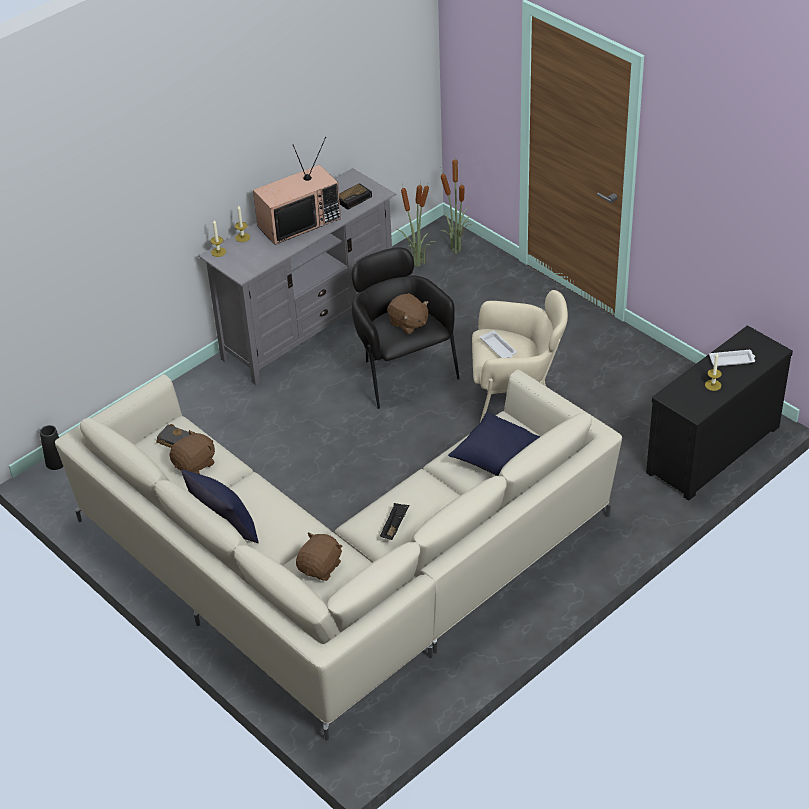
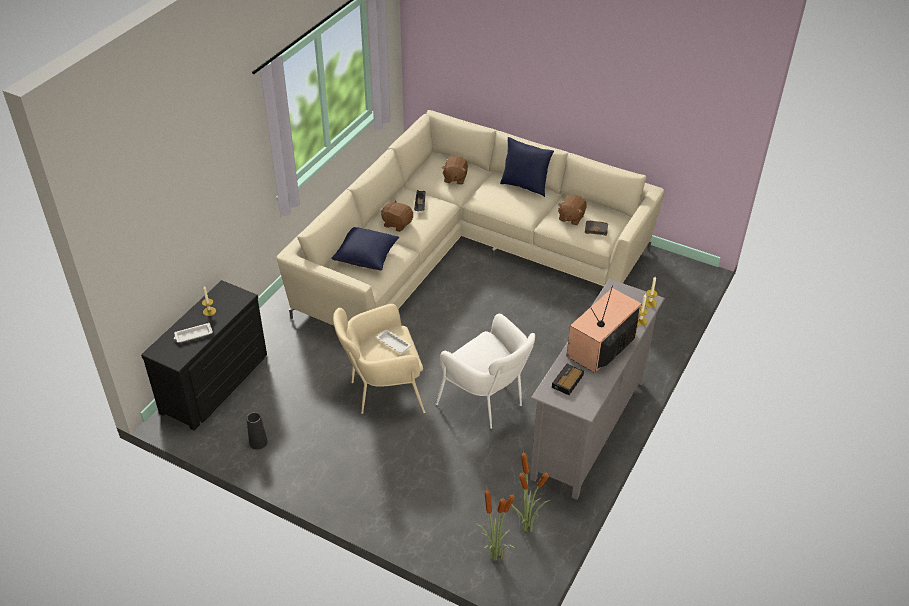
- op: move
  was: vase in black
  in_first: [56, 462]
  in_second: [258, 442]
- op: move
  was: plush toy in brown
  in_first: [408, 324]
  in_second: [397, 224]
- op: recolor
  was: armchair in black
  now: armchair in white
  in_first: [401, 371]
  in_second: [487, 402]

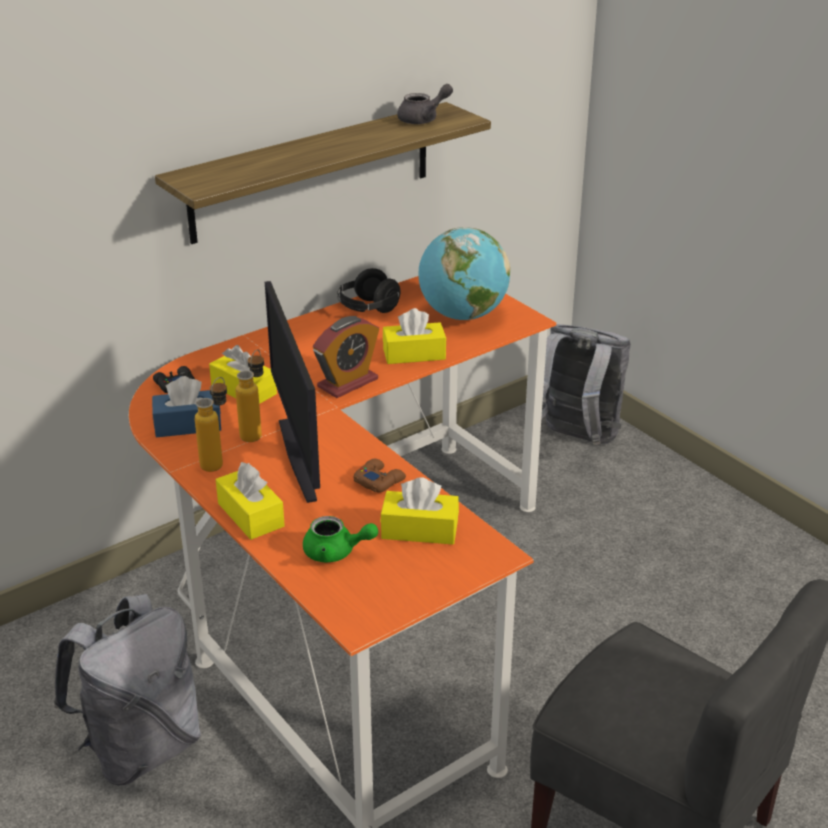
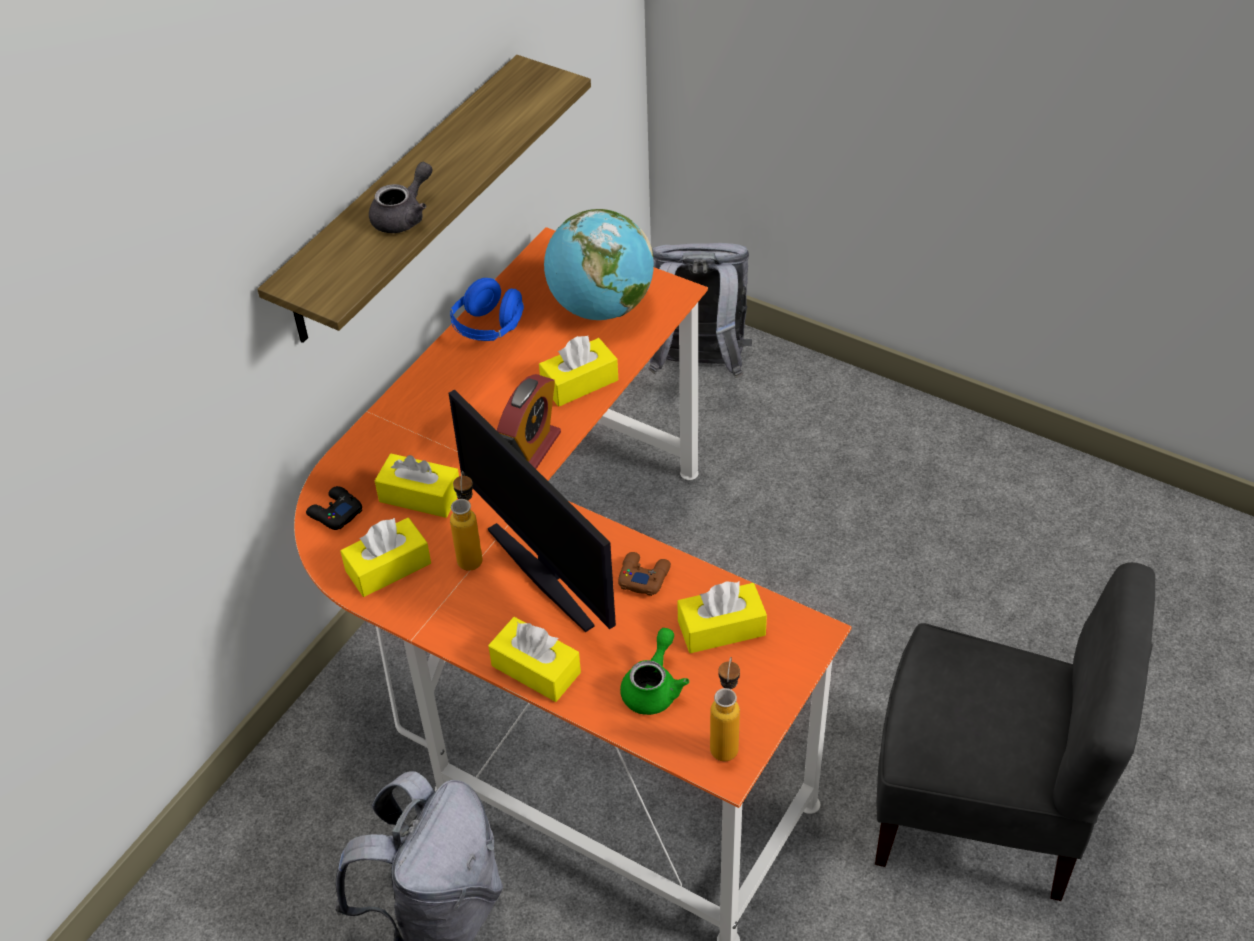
- op: move
  was: bottle
  in_first: [217, 461]
  in_second: [725, 740]
- op: move
  was: teapot in grey
  in_first: [423, 119]
  in_second: [404, 216]
- op: recolor
  was: tissue box in blue
  now: tissue box in yellow
  in_first: [188, 425]
  in_second: [388, 567]
- op: recolor
  was: headphones in black
  now: headphones in blue
  in_first: [368, 309]
  in_second: [488, 328]
- op: rotate
  was: teapot in green
  in_first: [336, 552]
  in_second: [654, 687]
  clockwise: -60

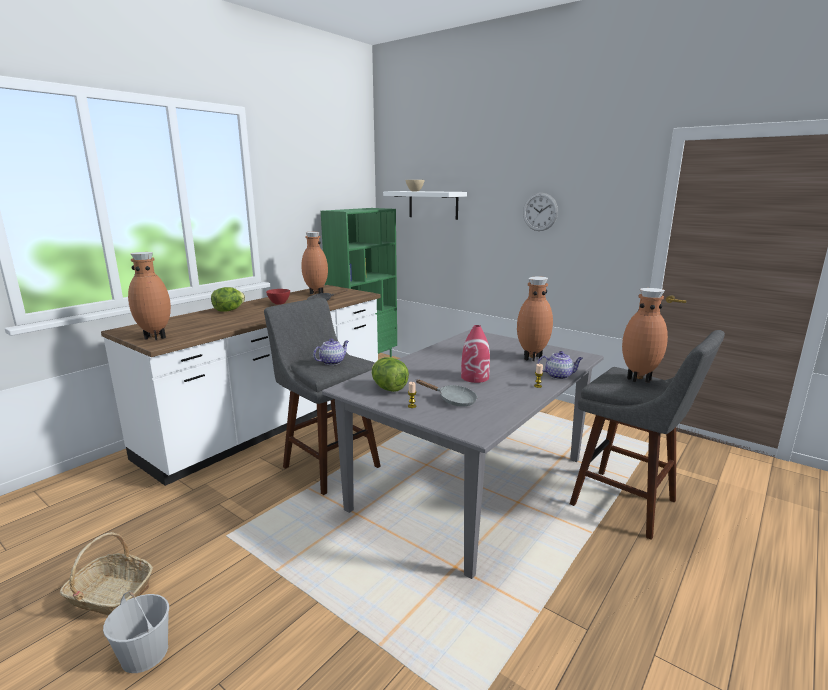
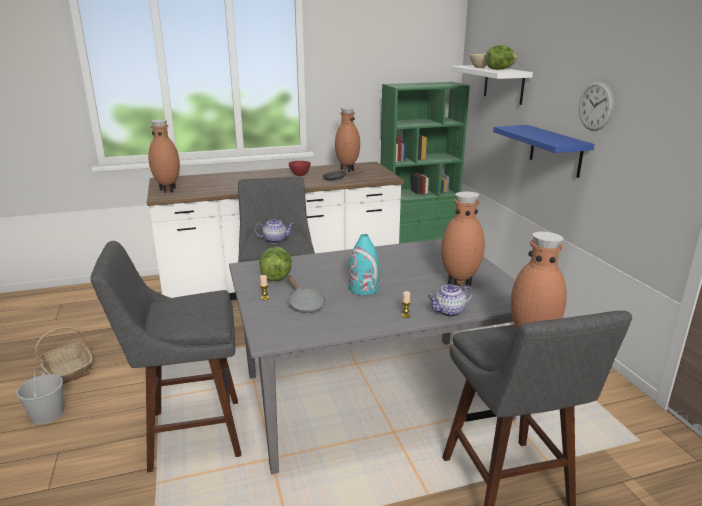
- op: insert
  now: stool in grey
  in_second: [189, 434]
- op: insert
  now: shelf in blue
  in_second: [555, 151]
- op: move
  was: lettuce
  in_first: [229, 310]
  in_second: [499, 69]
- op: recolor
  was: vase in red
  now: vase in turquoise
  in_first: [475, 377]
  in_second: [364, 288]
- op: rotate
  was: teapot
  in_first: [559, 376]
  in_second: [448, 312]
  clockwise: 120

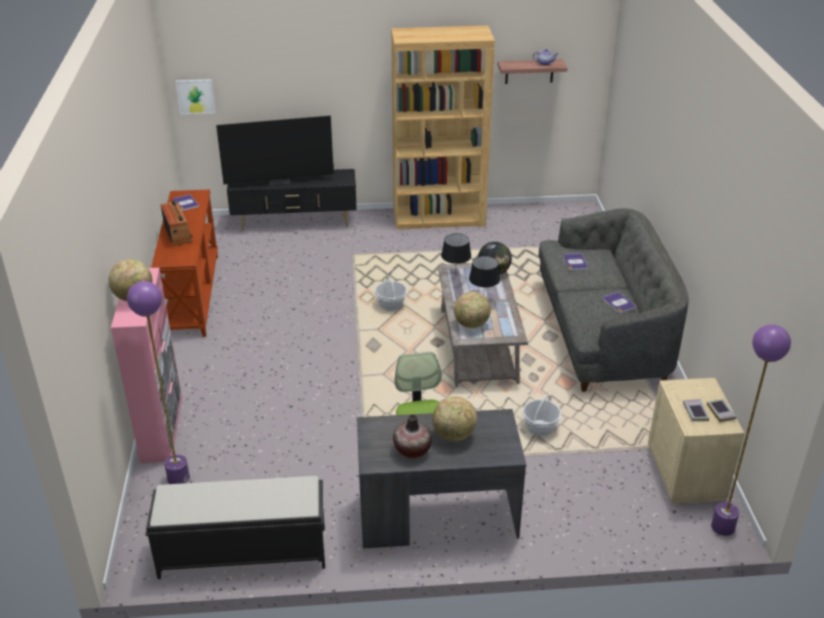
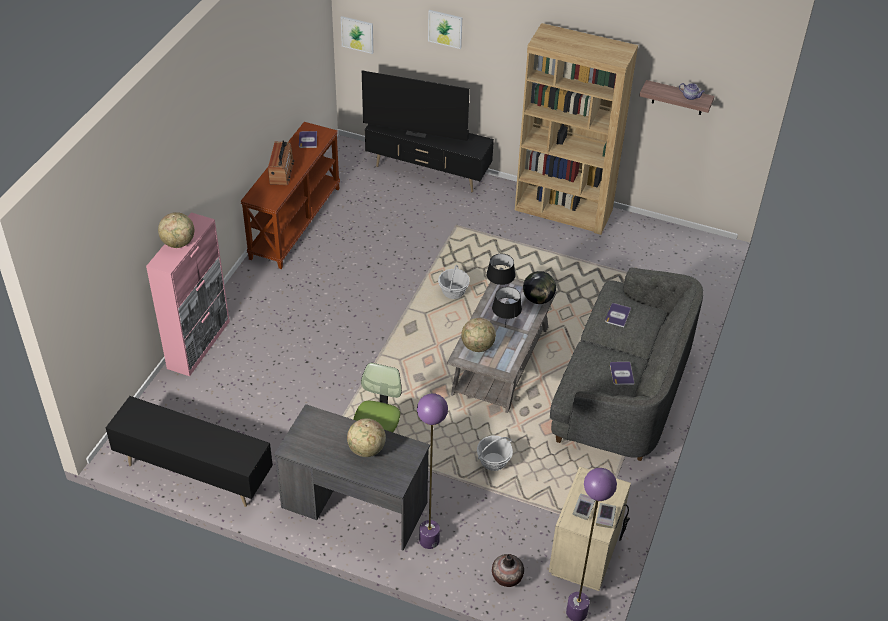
- op: insert
  now: picture
  in_second: [445, 28]
- op: move
  was: floor lamp in purple
  in_first: [178, 479]
  in_second: [429, 540]
- op: move
  was: vase
  in_first: [412, 450]
  in_second: [507, 577]
- op: replace
  was: bench in black
  now: tv stand in black
  in_first: [242, 552]
  in_second: [194, 473]

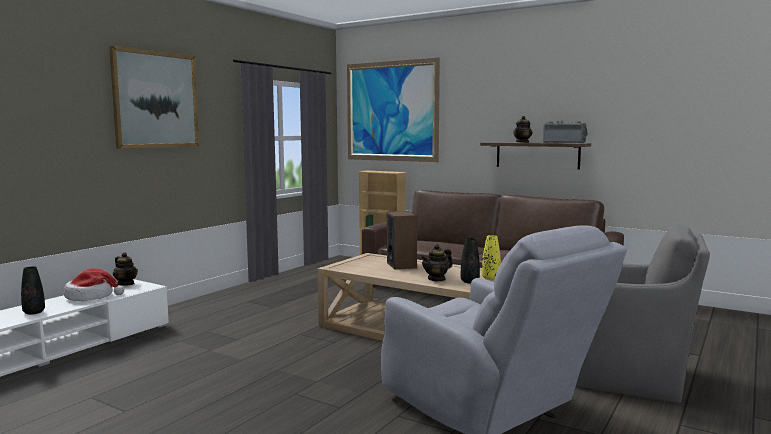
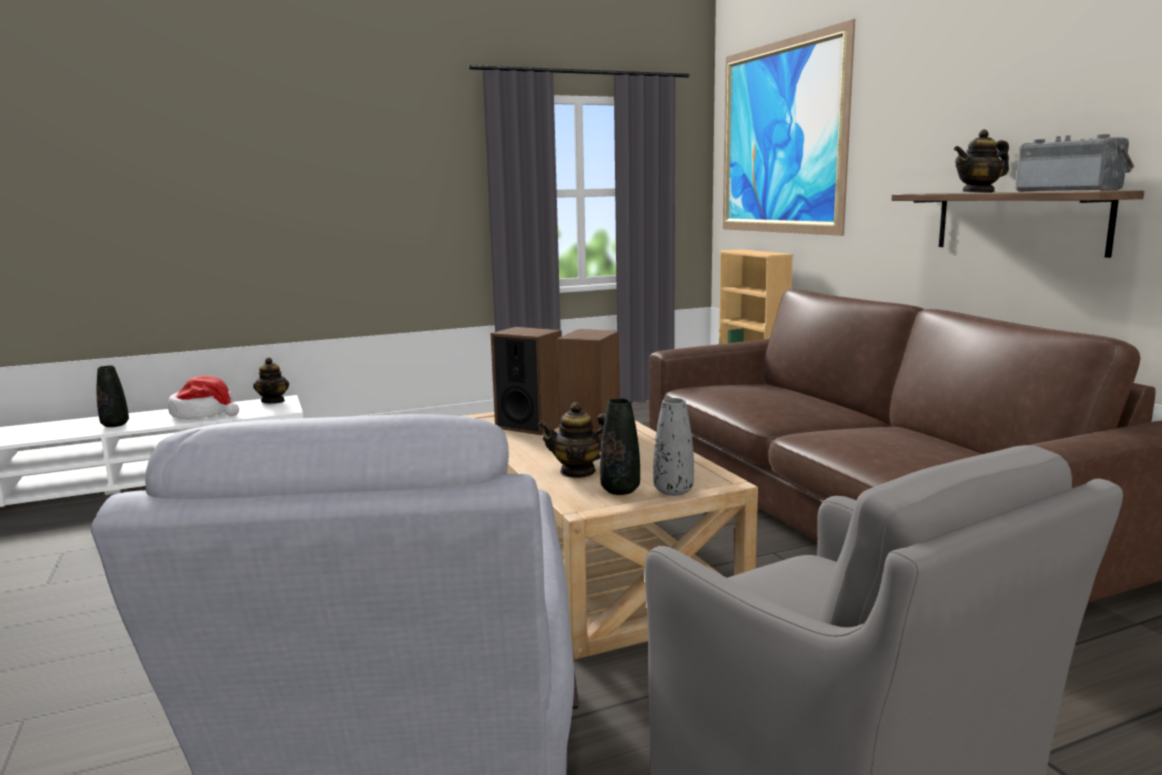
- op: delete
  was: picture
  in_first: [156, 100]
- op: insert
  now: speaker
  in_second: [530, 426]
- op: recolor
  was: vase in yellow
  now: vase in grey
  in_first: [491, 278]
  in_second: [673, 491]

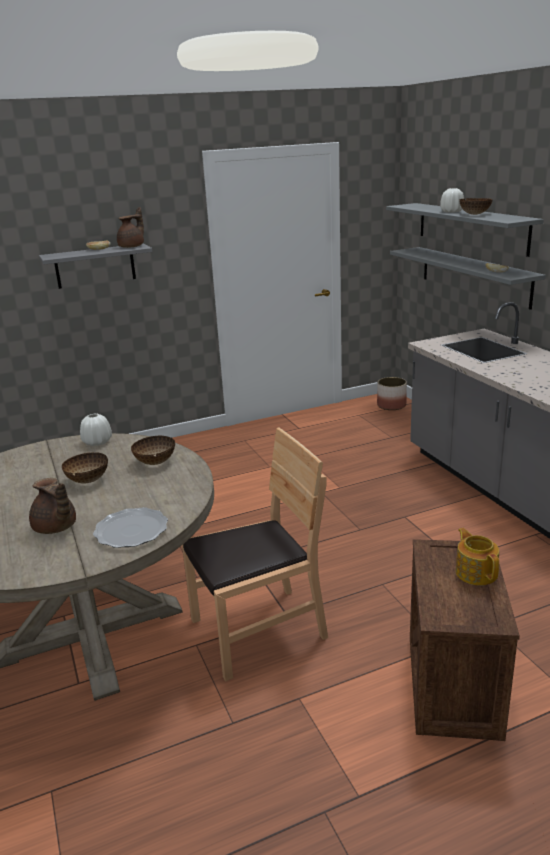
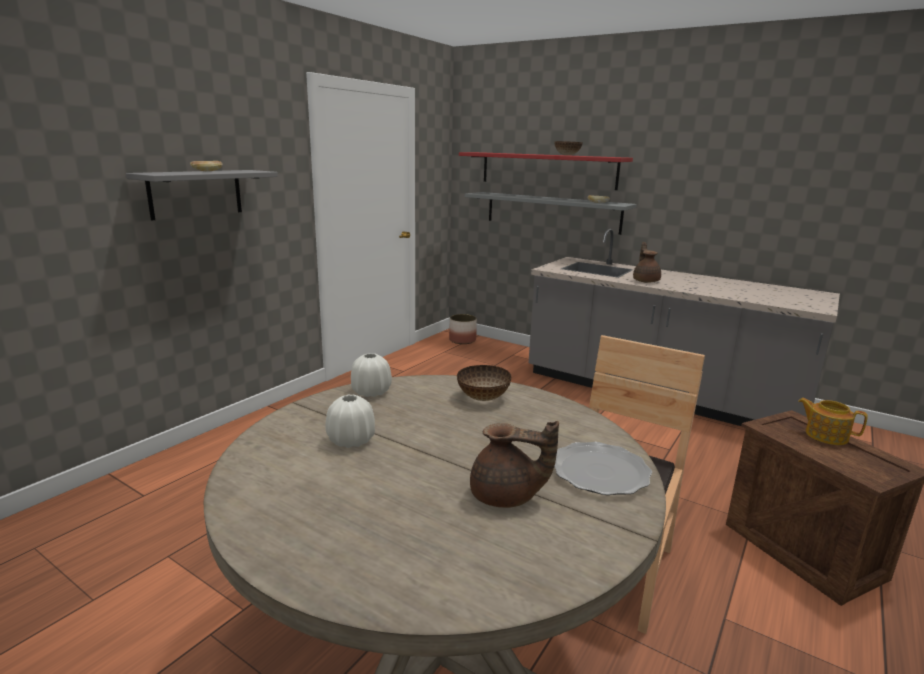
- op: delete
  was: bowl
  in_first: [87, 480]
- op: move
  was: teapot in brown
  in_first: [132, 246]
  in_second: [645, 281]
- op: move
  was: vase in white
  in_first: [451, 212]
  in_second: [351, 440]
- op: recolor
  was: shelf in grey
  now: shelf in red
  in_first: [470, 227]
  in_second: [547, 170]

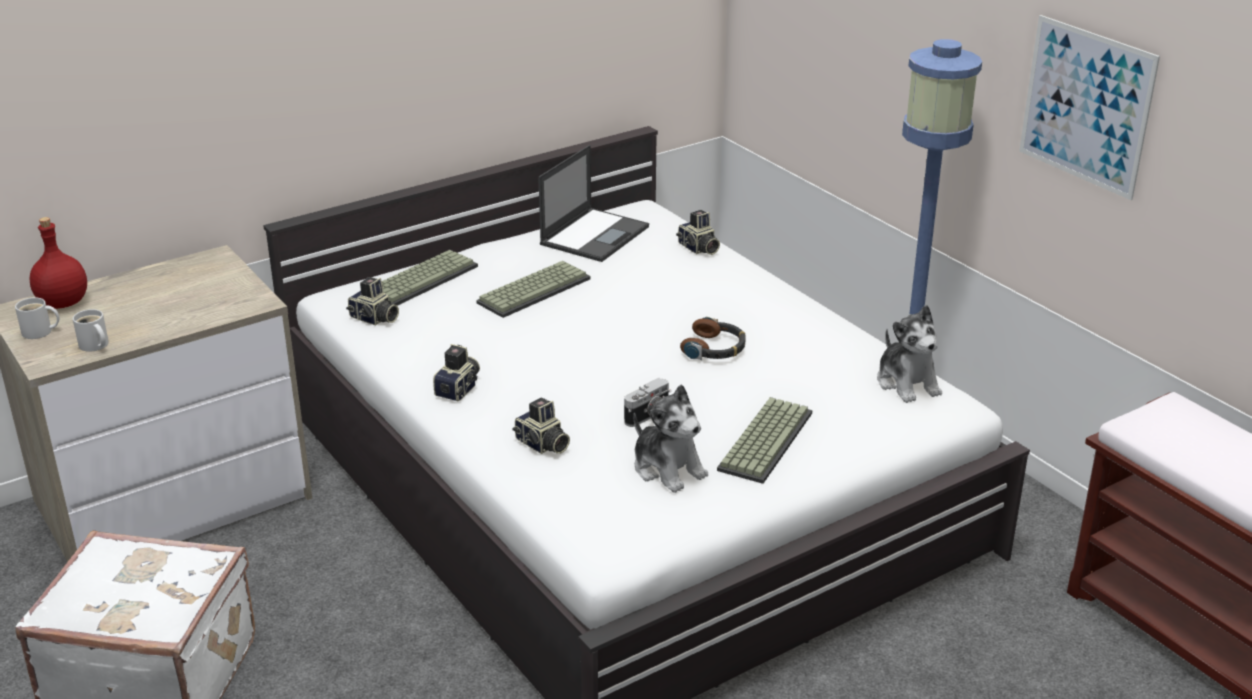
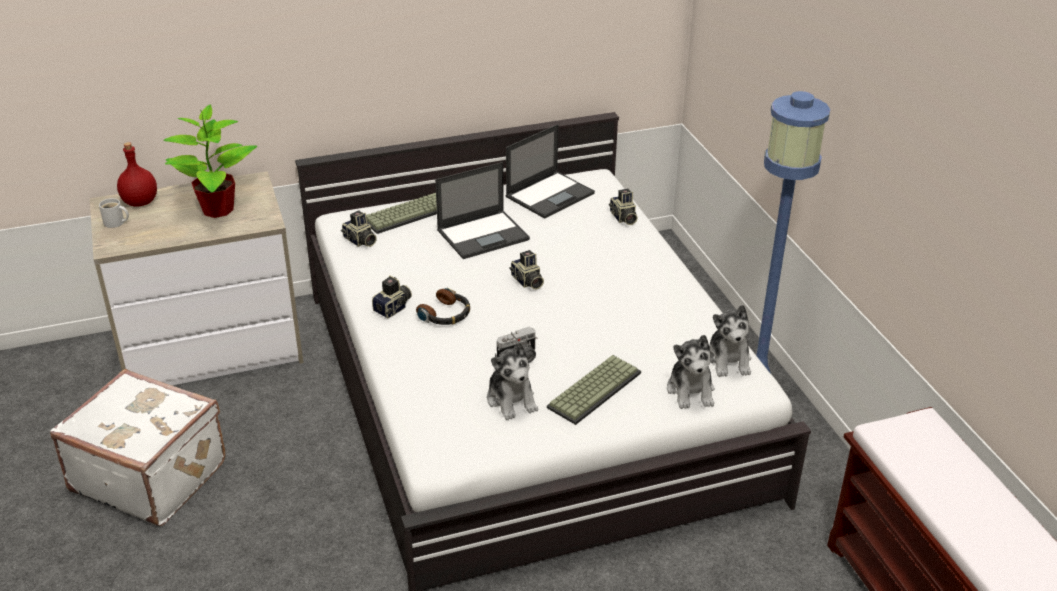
- op: delete
  was: mug in white
  in_first: [94, 346]
- op: delete
  was: picture
  in_first: [1086, 106]
- op: insert
  now: potted plant
  in_second: [217, 210]
- op: insert
  now: plush toy
  in_second: [691, 390]
- op: move
  was: photo camera
  in_first: [542, 445]
  in_second: [527, 282]
- op: move
  was: headphones
  in_first: [715, 348]
  in_second: [446, 314]
- op: replace
  was: keyboard
  now: laptop
  in_first: [533, 290]
  in_second: [484, 234]

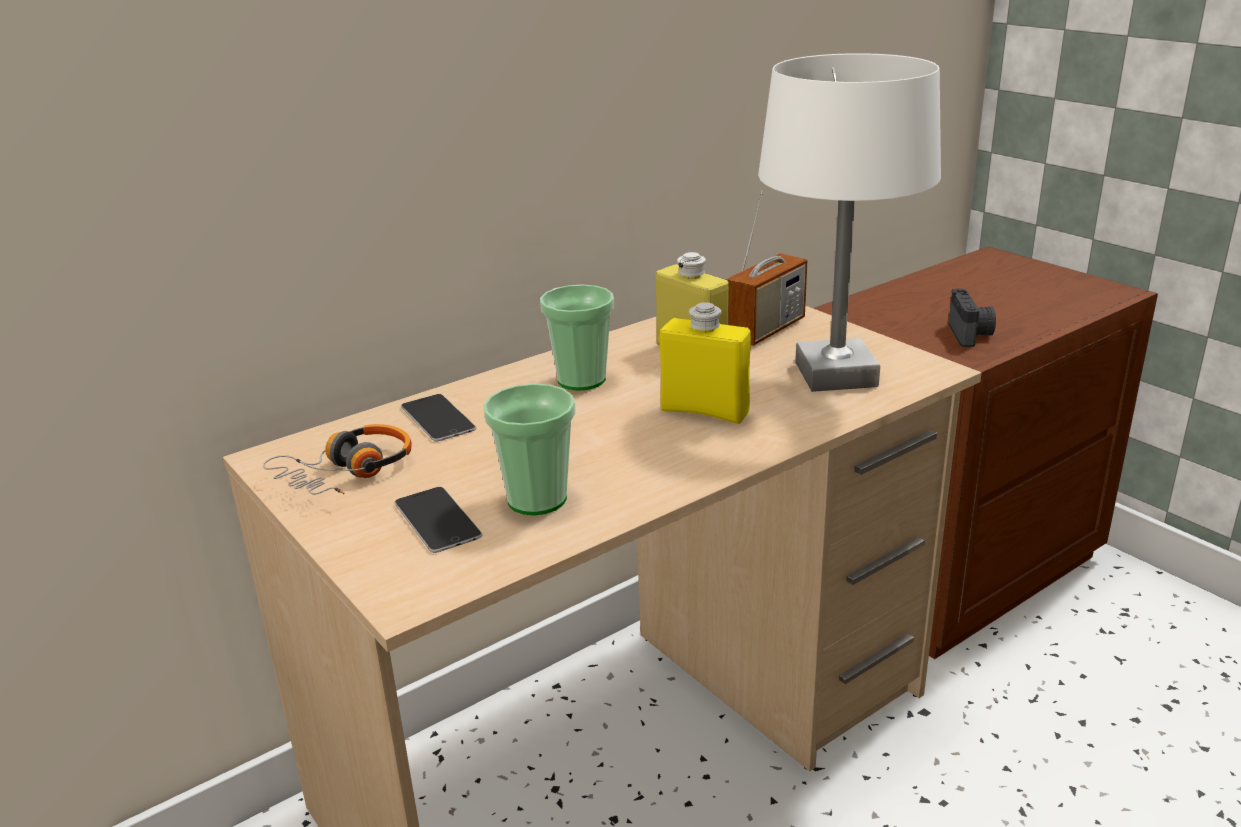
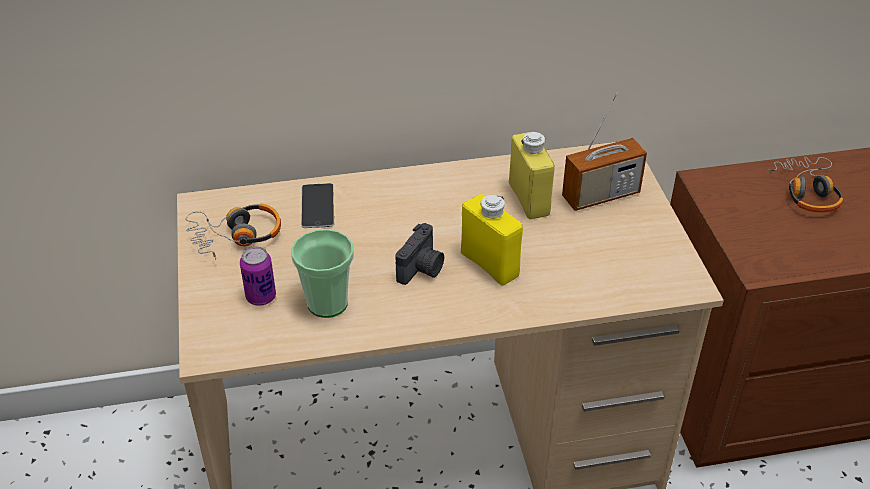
- op: delete
  was: cup
  in_first: [581, 380]
- op: delete
  was: table lamp in white
  in_first: [836, 374]
- op: insert
  now: headphones
  in_second: [806, 191]
- op: move
  was: photo camera
  in_first: [970, 335]
  in_second: [422, 269]
- op: replace
  was: phone
  now: can
  in_first: [437, 519]
  in_second: [261, 297]

